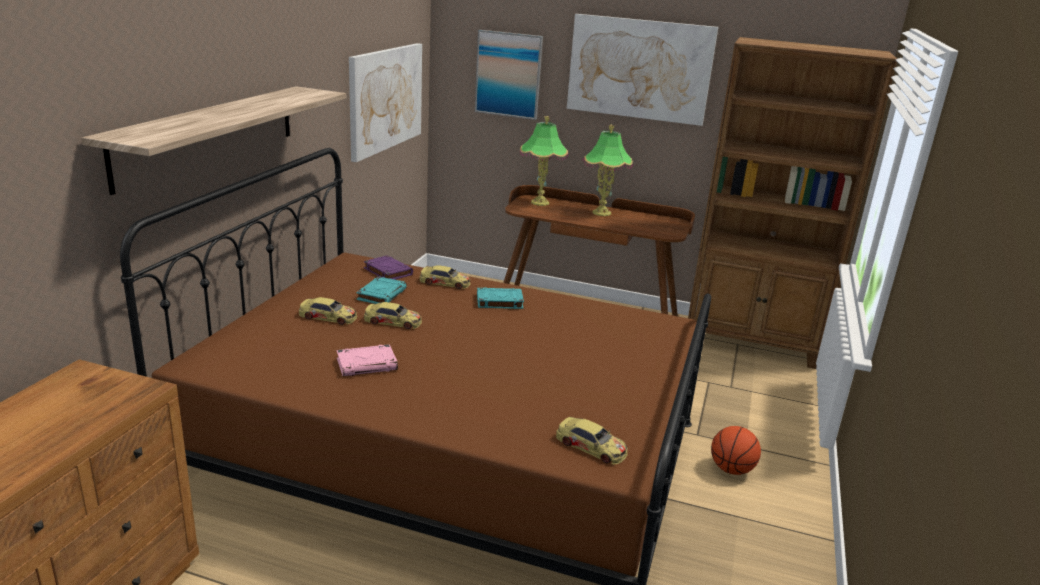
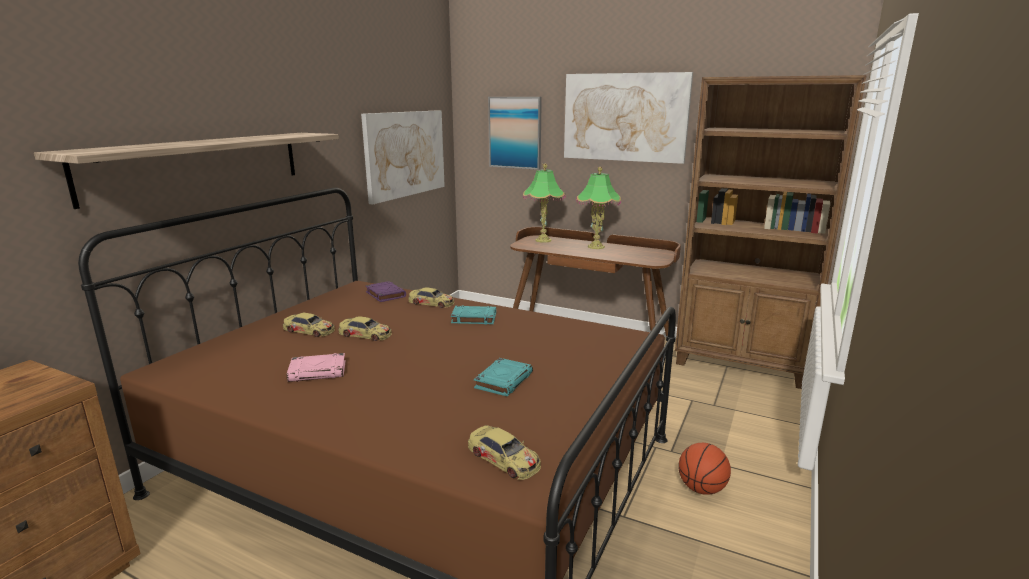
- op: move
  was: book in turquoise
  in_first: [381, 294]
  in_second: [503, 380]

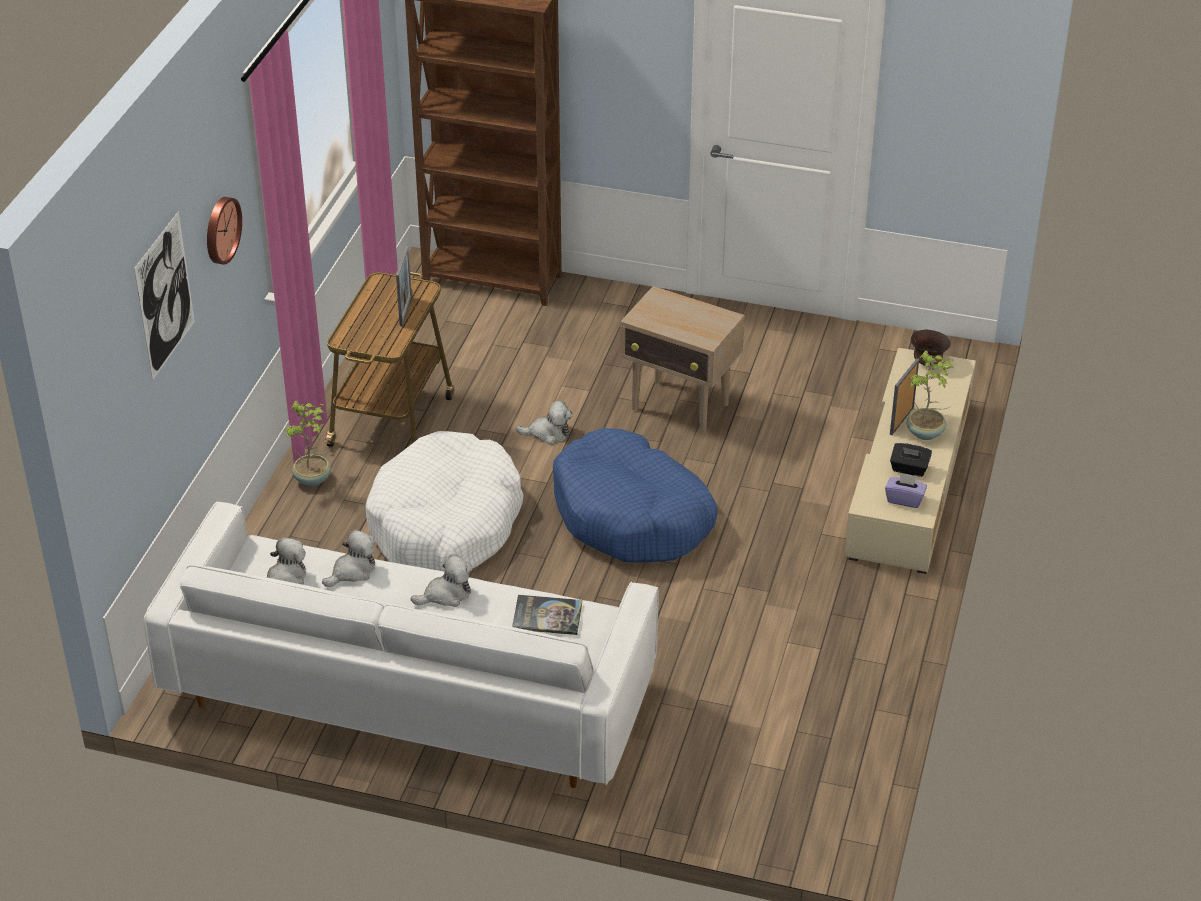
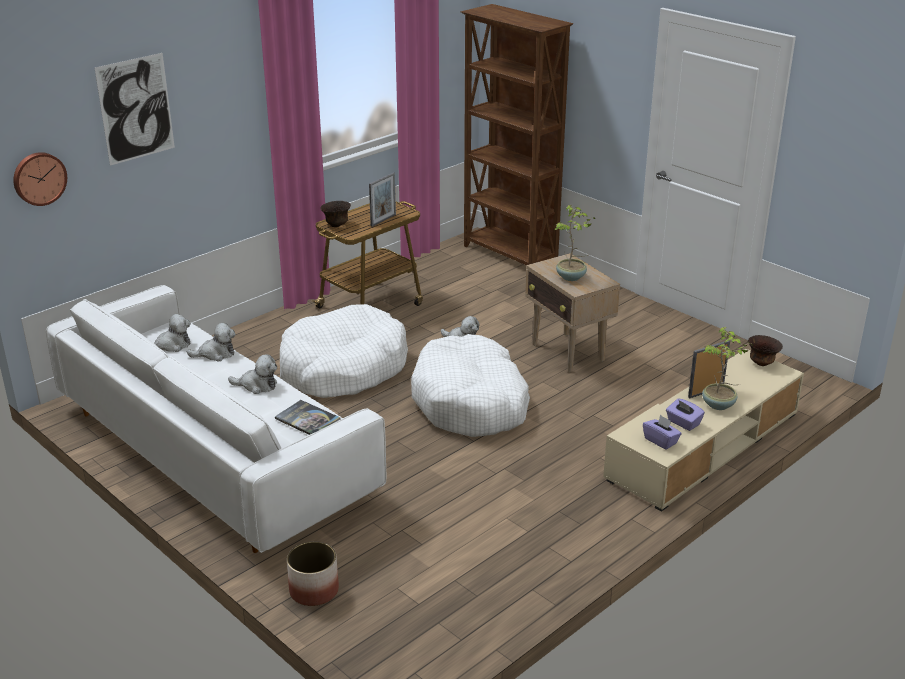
- op: insert
  now: planter
  in_second: [313, 590]
- op: insert
  now: bowl in brown
  in_second: [336, 225]
- op: move
  was: wall clock
  in_first: [220, 230]
  in_second: [39, 178]
- op: move
  was: potted plant
  in_first: [313, 479]
  in_second: [571, 277]
- op: recolor
  was: dog bed in blue
  now: dog bed in white
  in_first: [632, 515]
  in_second: [470, 402]
- op: recolor
  was: tissue box in black
  now: tissue box in purple
  in_first: [909, 469]
  in_second: [683, 423]

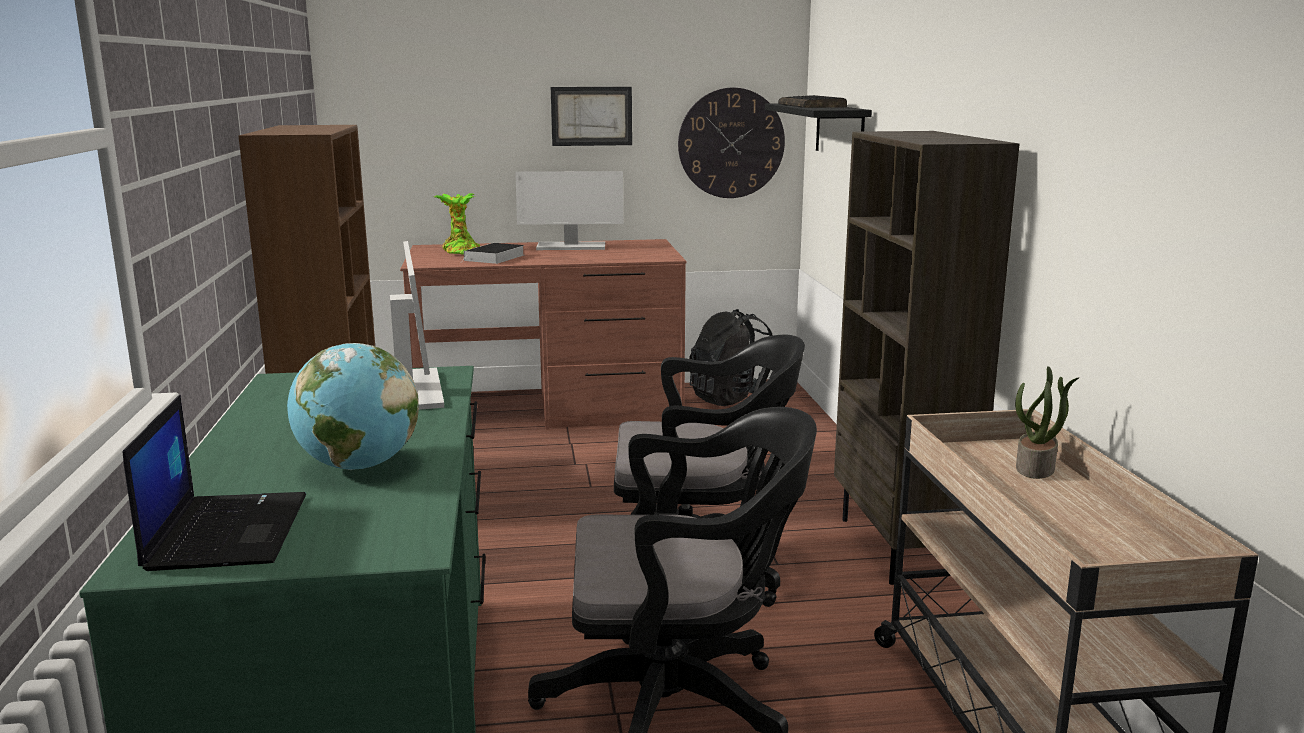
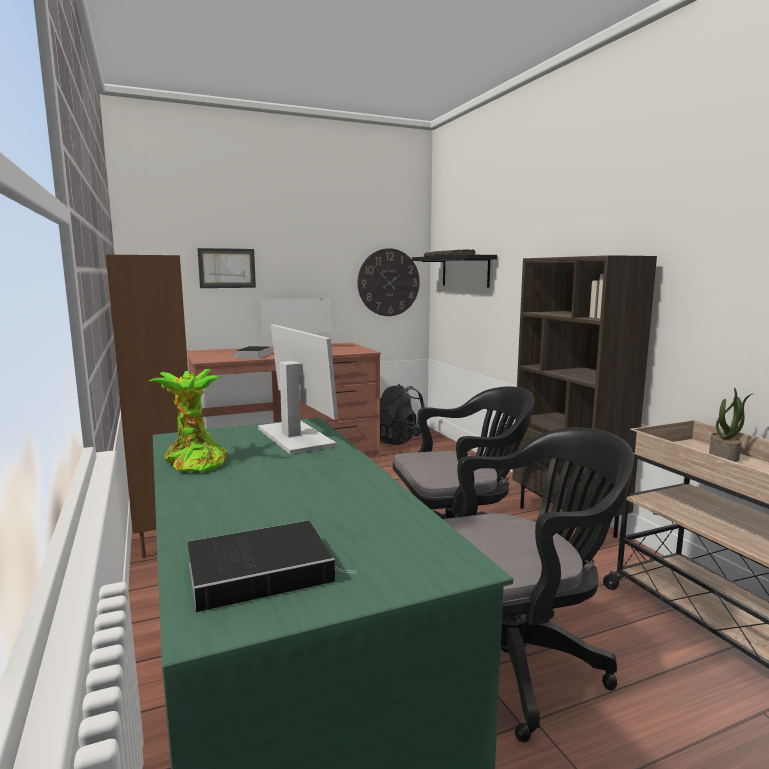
- op: delete
  was: globe
  in_first: [358, 466]
- op: move
  was: potted plant
  in_first: [460, 251]
  in_second: [194, 462]
- op: move
  was: picture
  in_first: [591, 116]
  in_second: [227, 268]
- op: replace
  was: laptop
  now: book
  in_first: [226, 531]
  in_second: [264, 570]

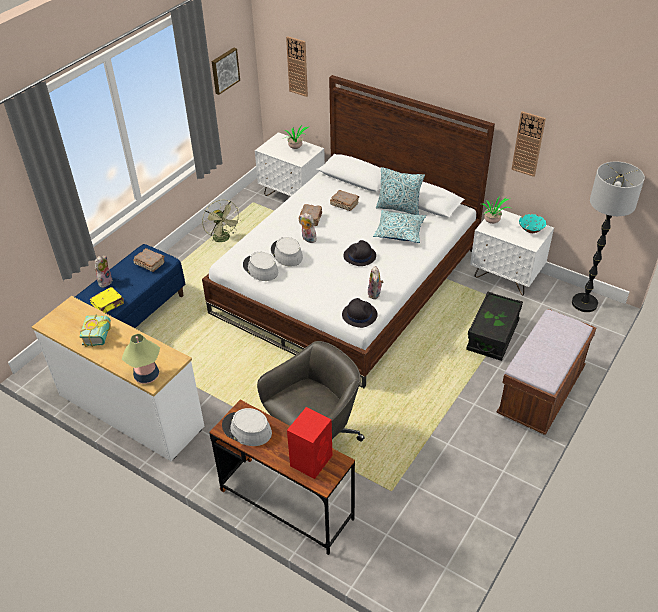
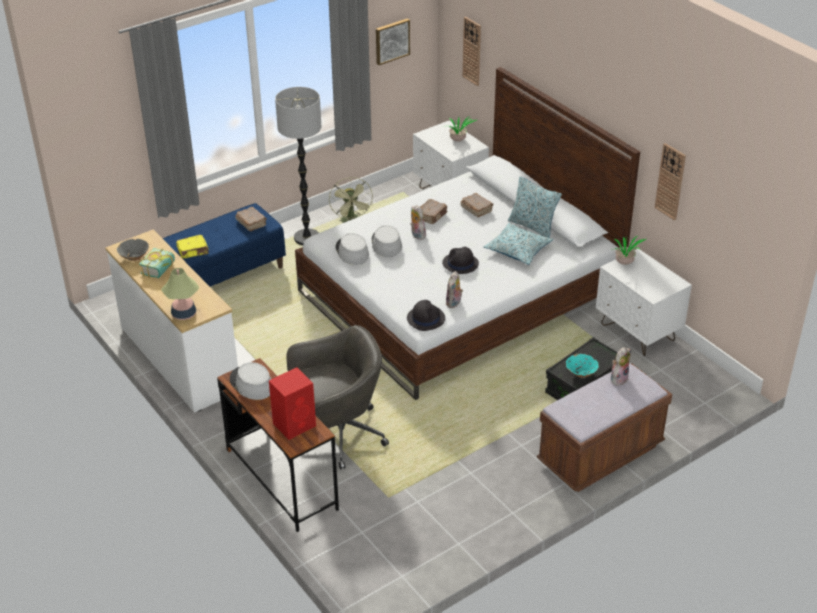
- op: insert
  now: bowl in grey
  in_second: [134, 257]
- op: move
  was: plush toy
  in_first: [105, 281]
  in_second: [618, 378]
- op: move
  was: bowl in turquoise
  in_first: [531, 230]
  in_second: [581, 373]
- op: move
  was: floor lamp
  in_first: [584, 303]
  in_second: [306, 238]

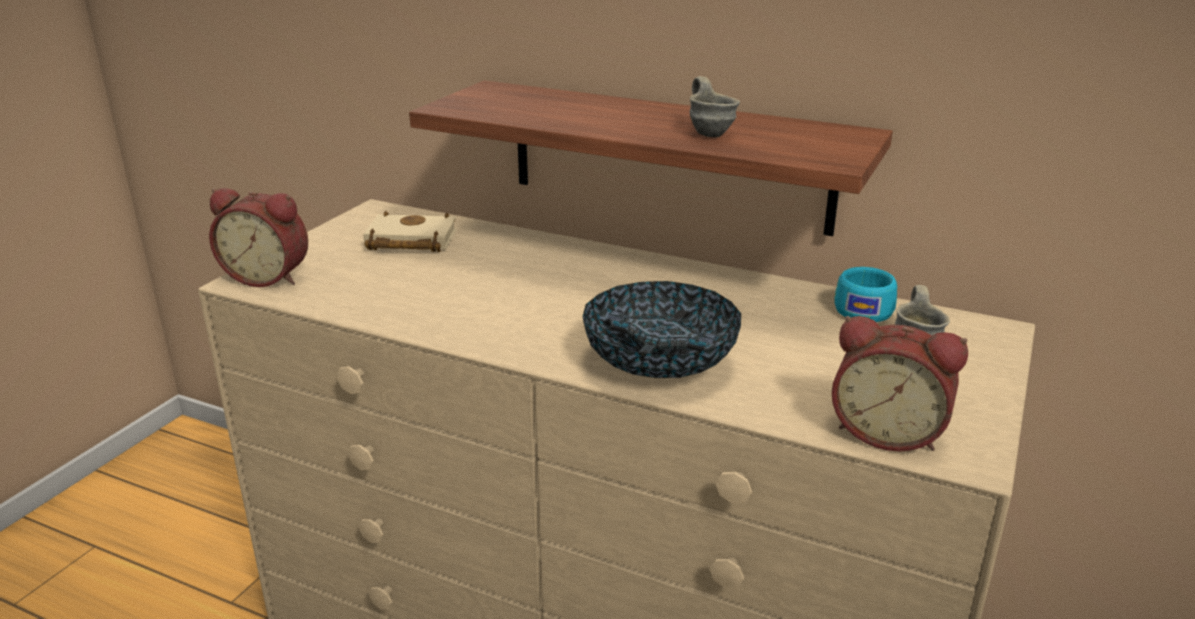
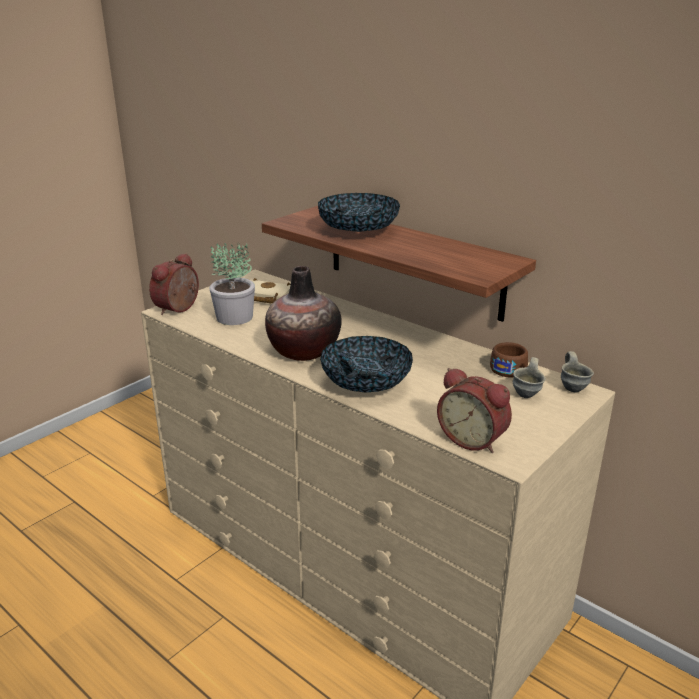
- op: insert
  now: potted plant
  in_second: [235, 317]
- op: insert
  now: vase
  in_second: [303, 351]
- op: insert
  now: bowl
  in_second: [358, 231]
- op: move
  was: mug in grey
  in_first: [711, 133]
  in_second: [574, 387]
- op: recolor
  was: cup in turquoise
  now: cup in brown
  in_first: [864, 309]
  in_second: [509, 368]
- op: rotate
  was: alarm clock
  in_first: [269, 276]
  in_second: [179, 309]
  clockwise: 90

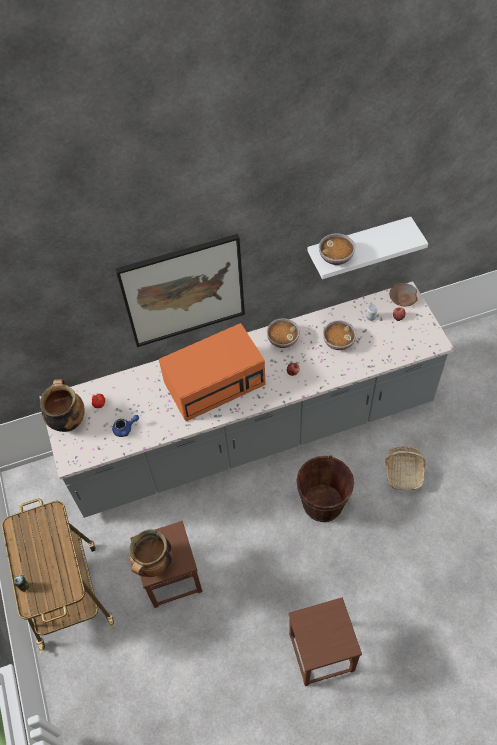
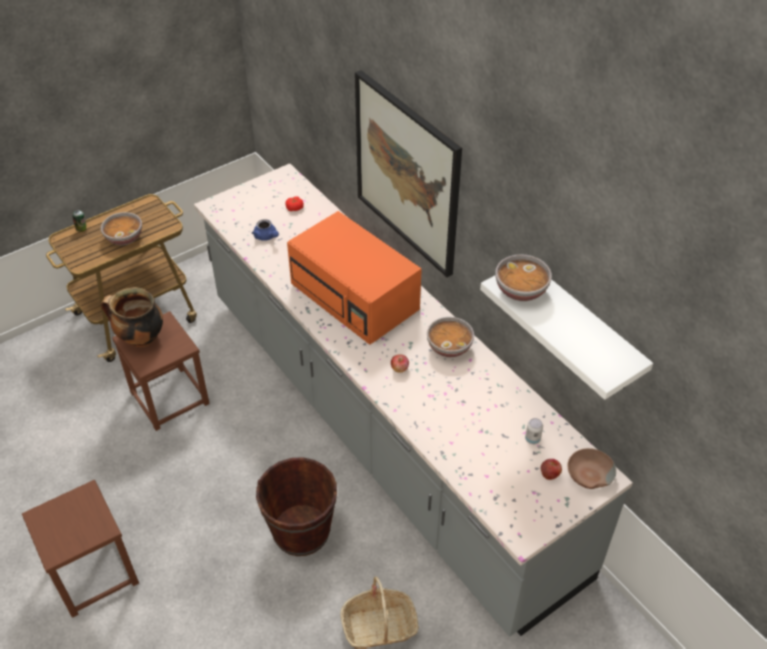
- op: delete
  was: cooking pot
  in_first: [68, 421]
- op: move
  was: bowl
  in_first: [338, 342]
  in_second: [124, 237]

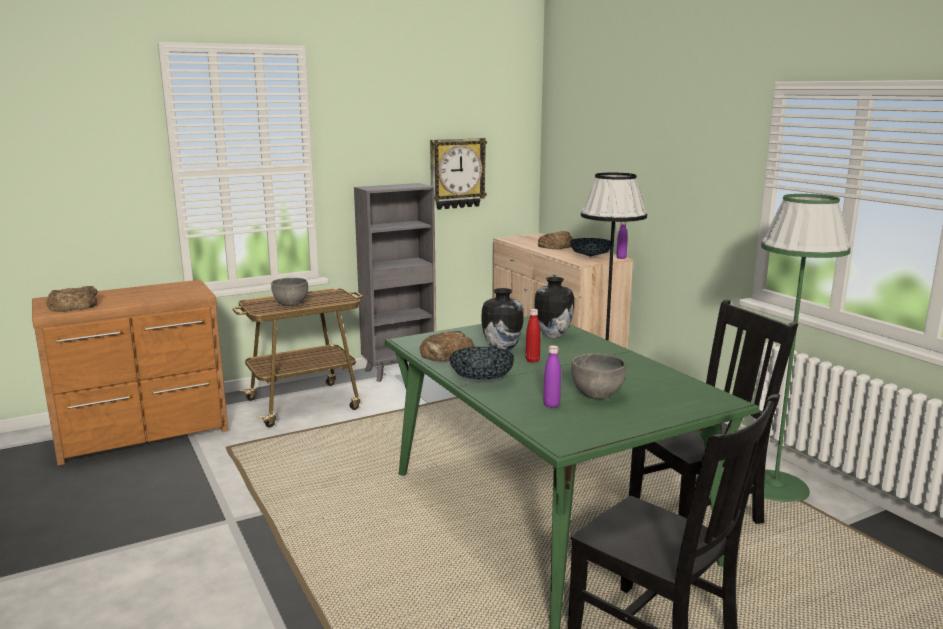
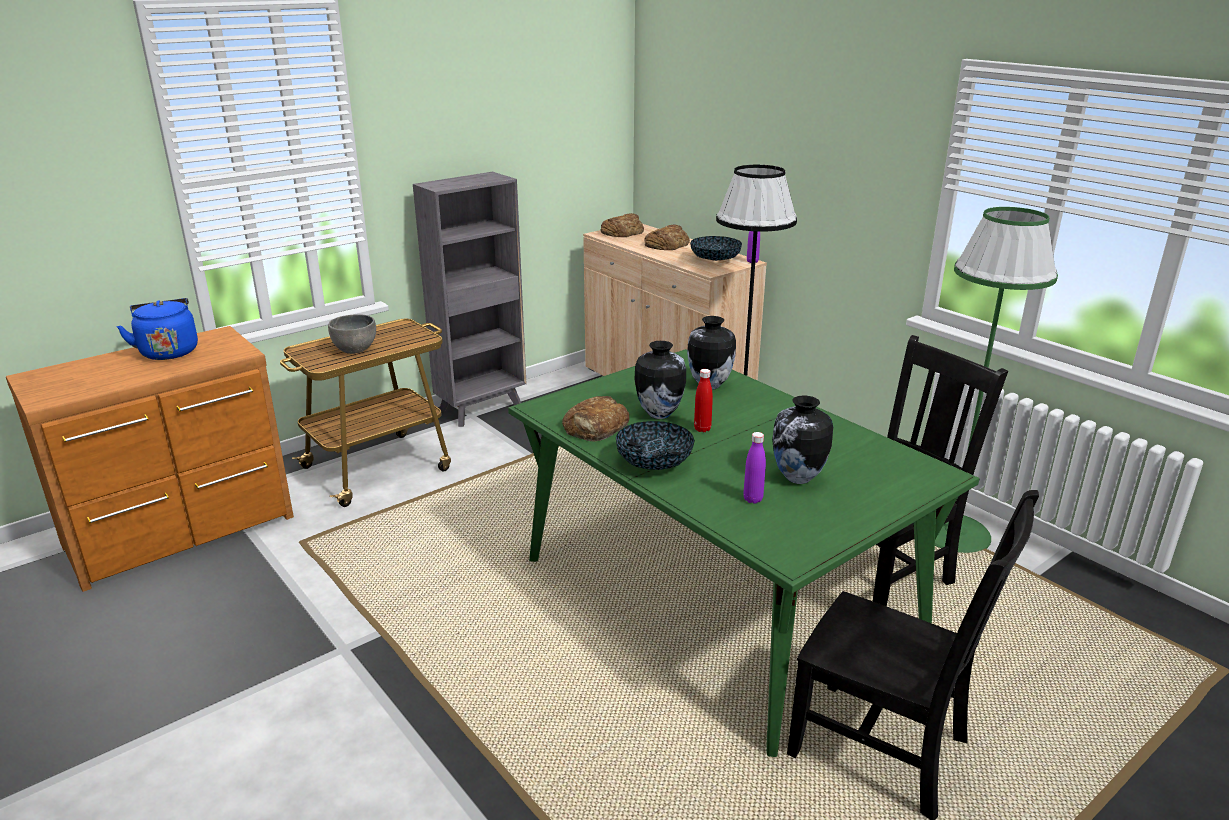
- op: delete
  was: wall clock
  in_first: [457, 173]
- op: insert
  now: kettle in blue
  in_second: [168, 351]
- op: move
  was: bread
  in_first: [73, 305]
  in_second: [622, 231]
- op: replace
  was: bowl in grey
  now: vase
  in_first: [596, 395]
  in_second: [797, 478]

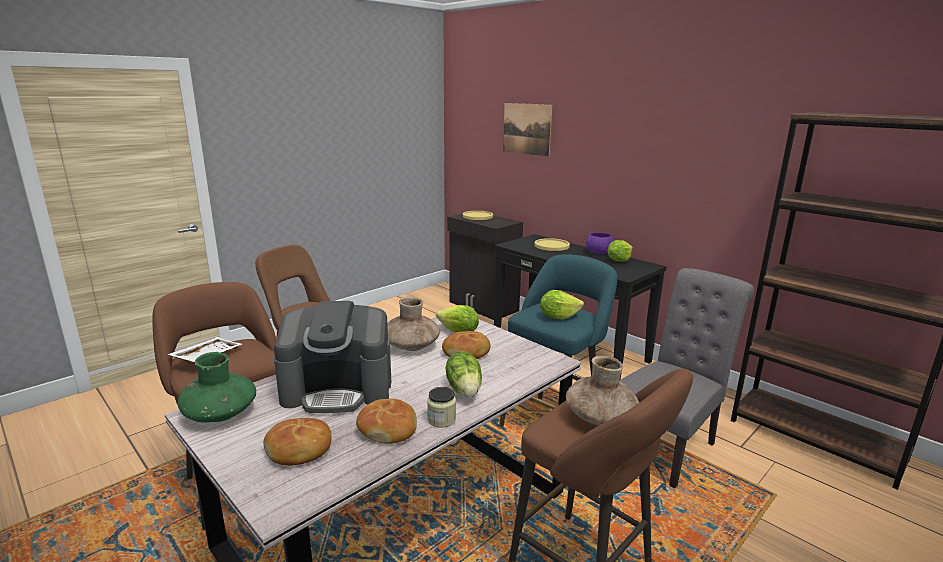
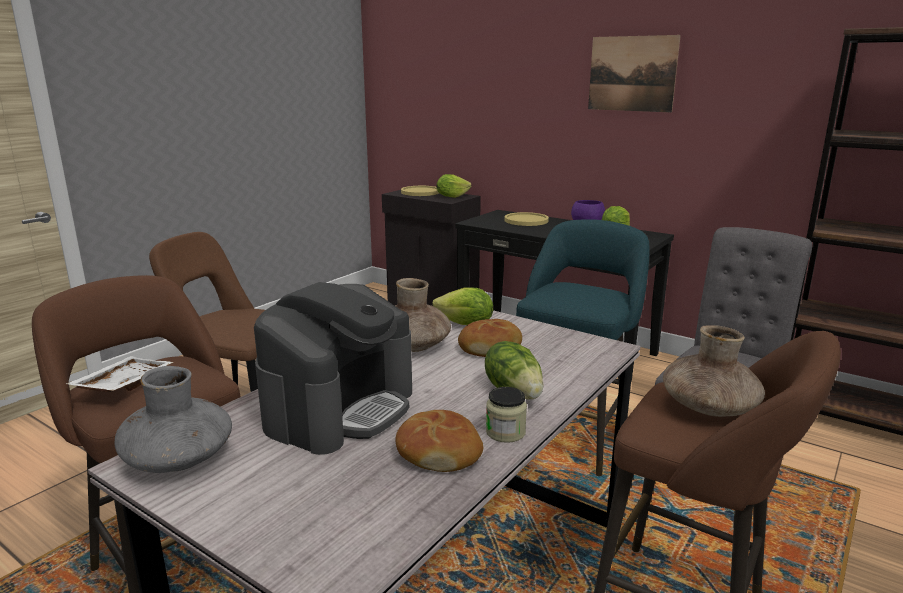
- op: delete
  was: bread
  in_first: [299, 450]
- op: move
  was: picture
  in_first: [526, 129]
  in_second: [632, 74]
- op: move
  was: lettuce
  in_first: [558, 317]
  in_second: [451, 196]
- op: recolor
  was: vase in green
  now: vase in grey
  in_first: [220, 414]
  in_second: [179, 459]
- op: rotate
  was: coffee machine
  in_first: [338, 389]
  in_second: [340, 408]
  clockwise: -45

